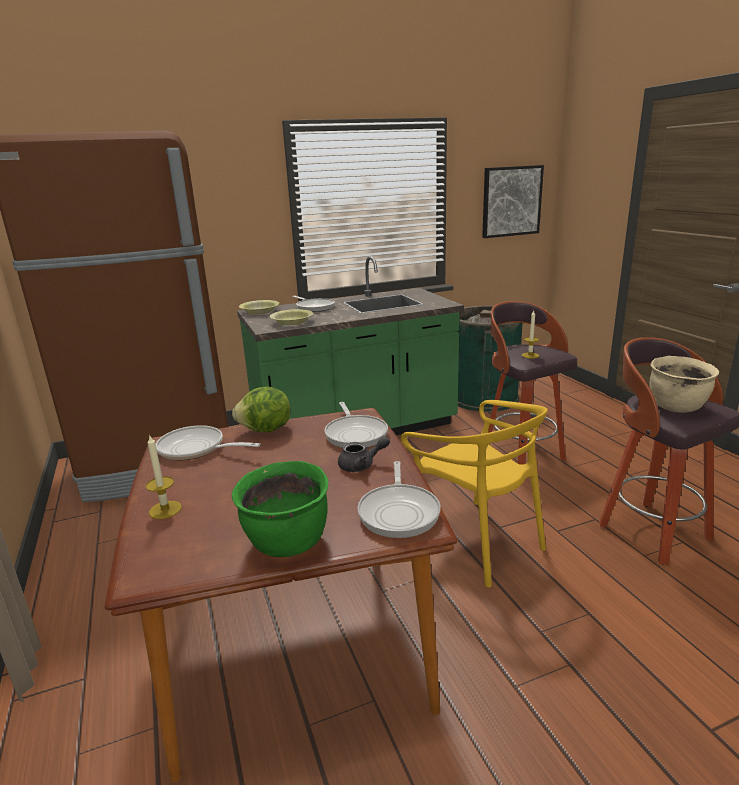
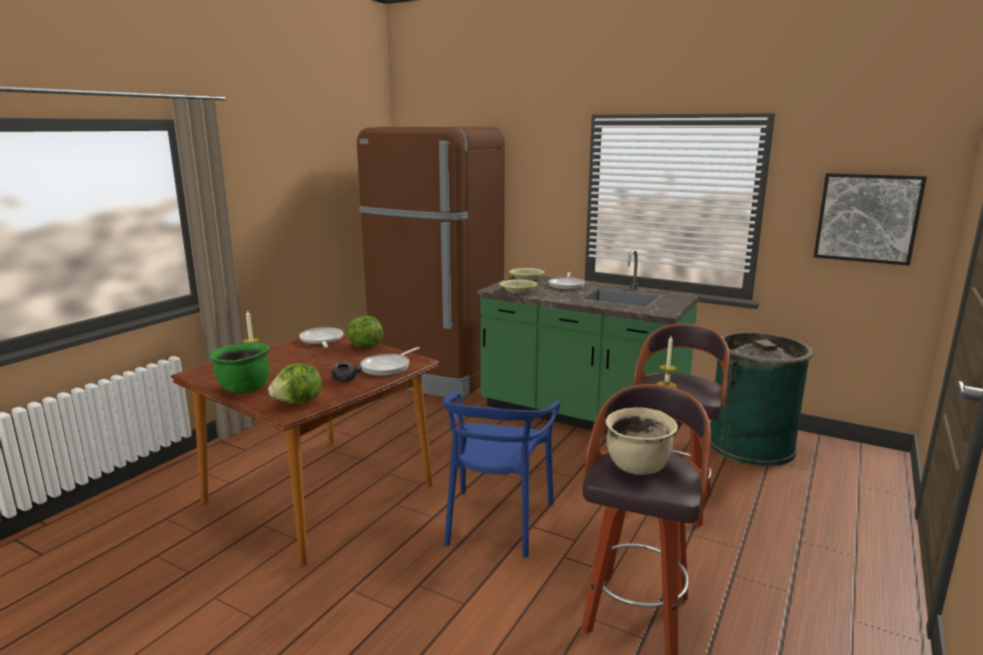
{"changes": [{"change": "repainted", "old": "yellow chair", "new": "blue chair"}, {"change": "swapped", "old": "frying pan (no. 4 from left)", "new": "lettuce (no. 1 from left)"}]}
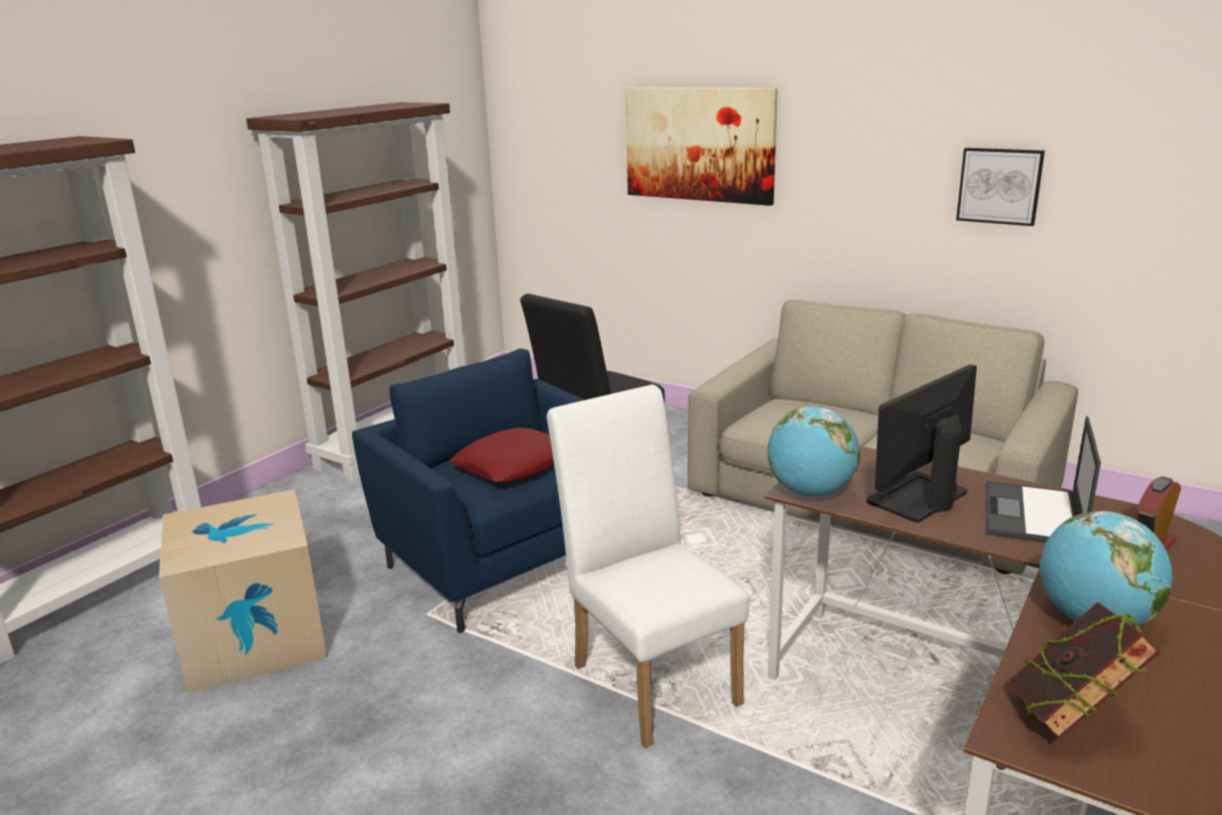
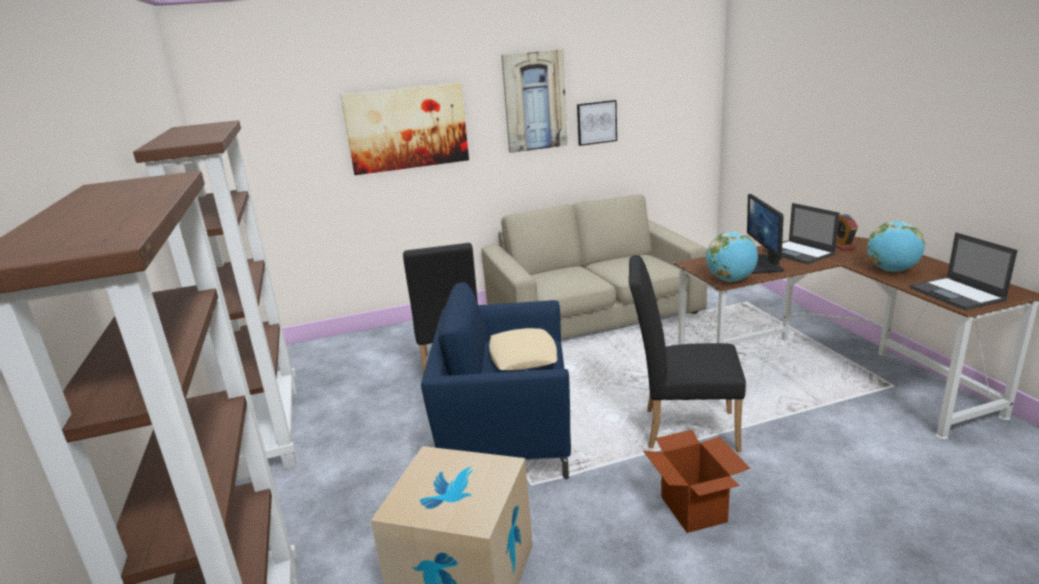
{"changes": [{"change": "repainted", "old": "white chair", "new": "black chair (no. 2 from left)"}, {"change": "repainted", "old": "red pillow", "new": "beige pillow"}, {"change": "swapped", "old": "book", "new": "laptop (no. 2 from left)"}, {"change": "new", "new": "picture (no. 2 from left)"}, {"change": "new", "new": "cardboard box (no. 2 from left)"}]}
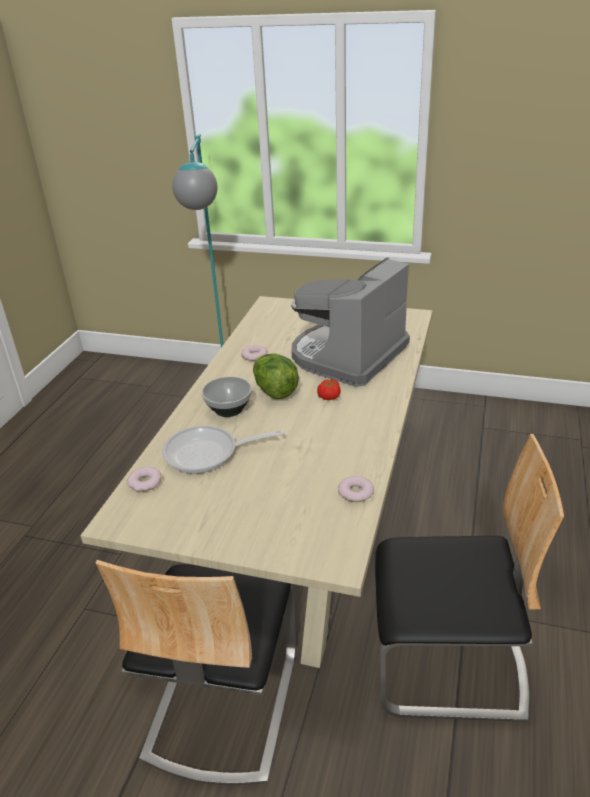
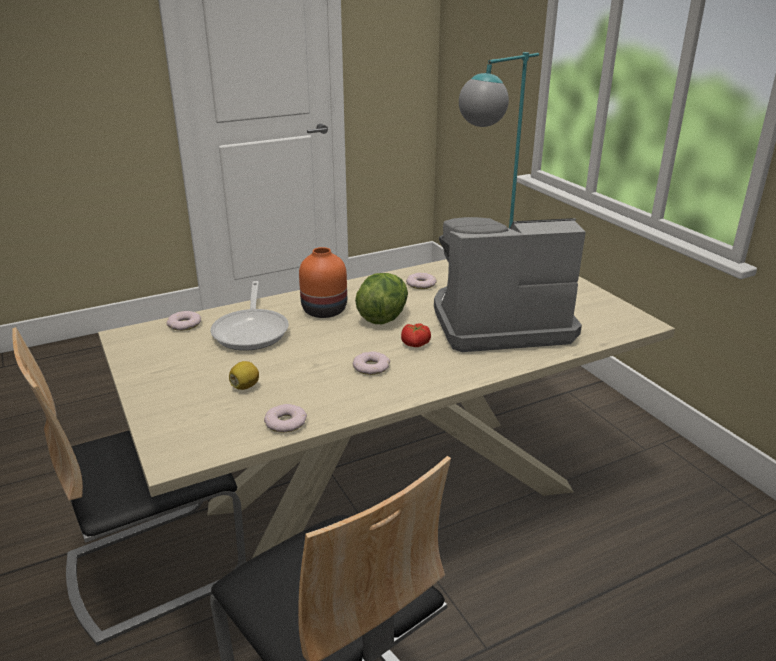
{"changes": [{"change": "swapped", "old": "bowl", "new": "orange vase"}, {"change": "rotated", "old": "frying pan", "degrees": -135}, {"change": "new", "new": "donut (no. 3 from left)"}, {"change": "new", "new": "lemon"}]}
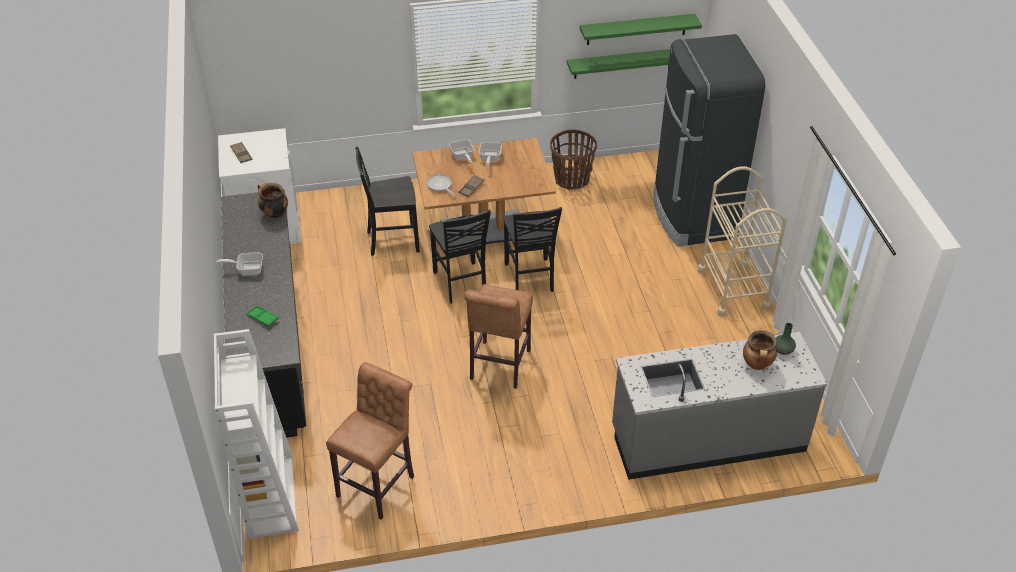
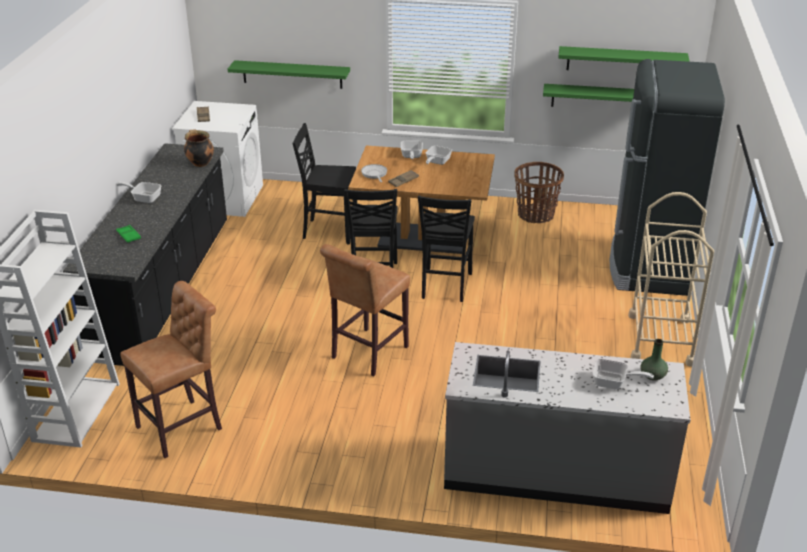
{"changes": [{"change": "swapped", "old": "cooking pot (no. 2 from left)", "new": "frying pan (no. 5 from left)"}, {"change": "new", "new": "green shelf (no. 1 from left)"}]}
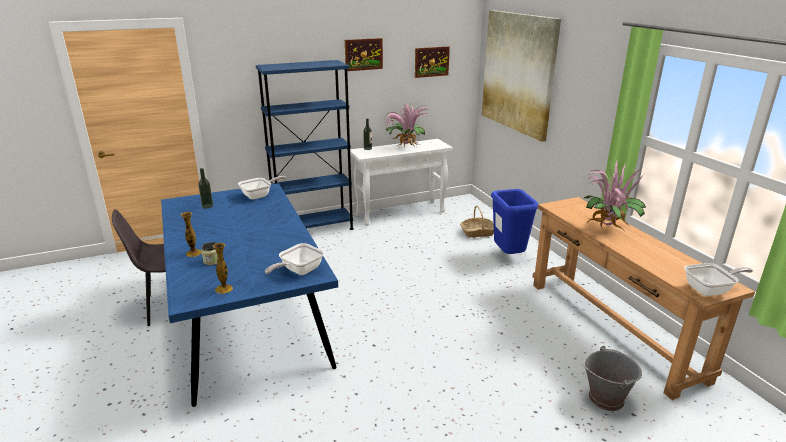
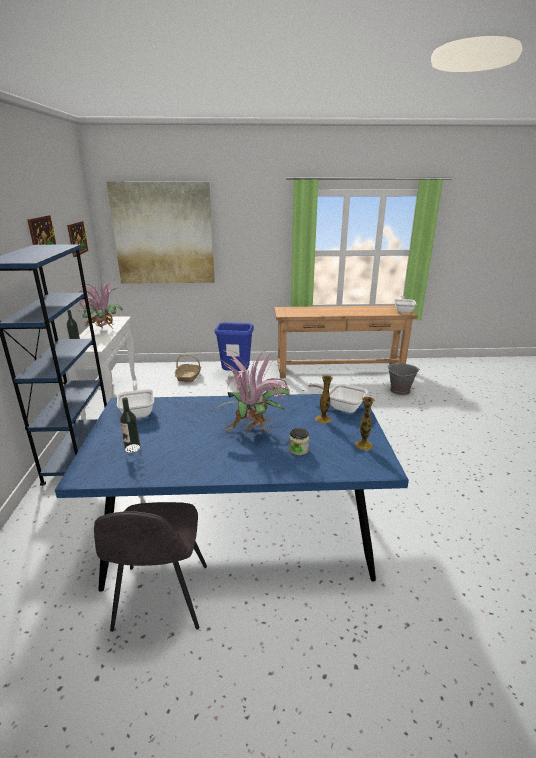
{"changes": [{"change": "shifted", "old": "potted plant (no. 2 from left)"}, {"change": "shifted", "old": "vase (no. 1 from left)"}, {"change": "rotated", "old": "frying pan (no. 2 from left)", "degrees": 150}]}
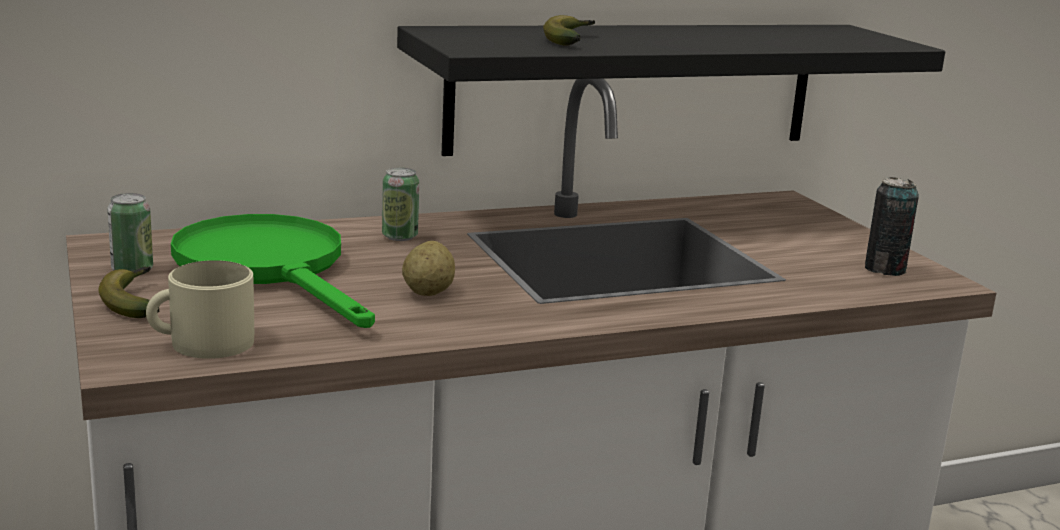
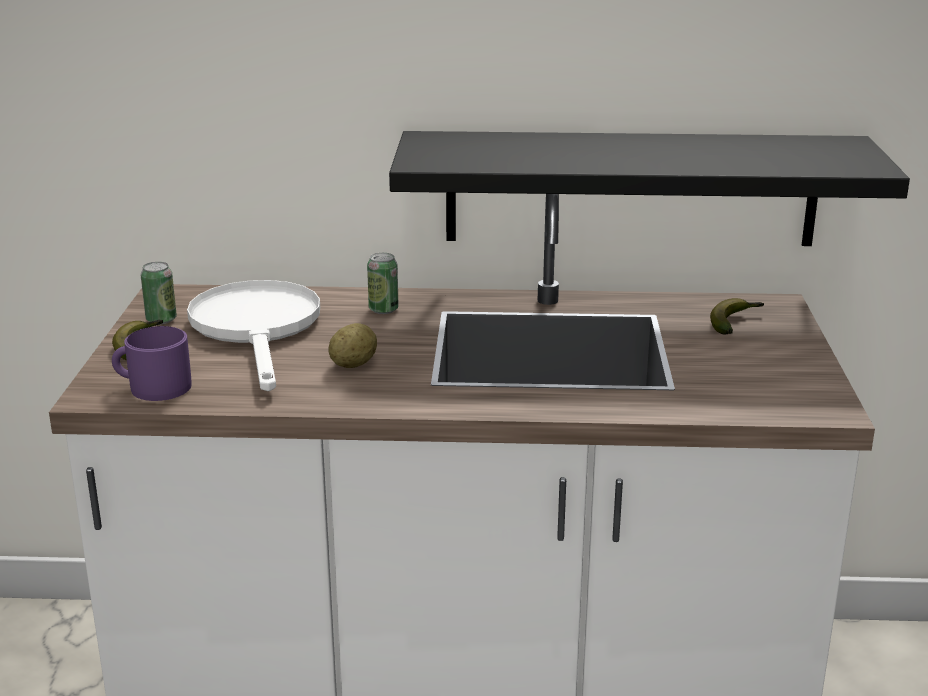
{"changes": [{"change": "shifted", "old": "banana (no. 2 from left)"}, {"change": "gone", "old": "can (no. 3 from left)"}, {"change": "repainted", "old": "green frying pan", "new": "white frying pan"}, {"change": "repainted", "old": "beige mug", "new": "purple mug"}]}
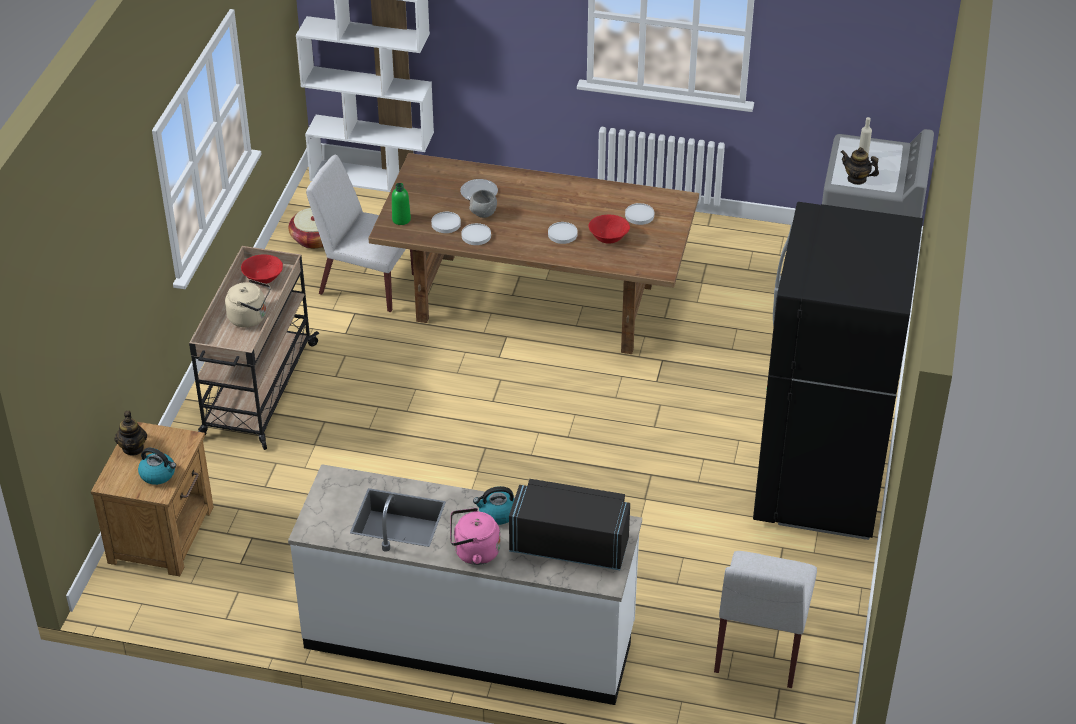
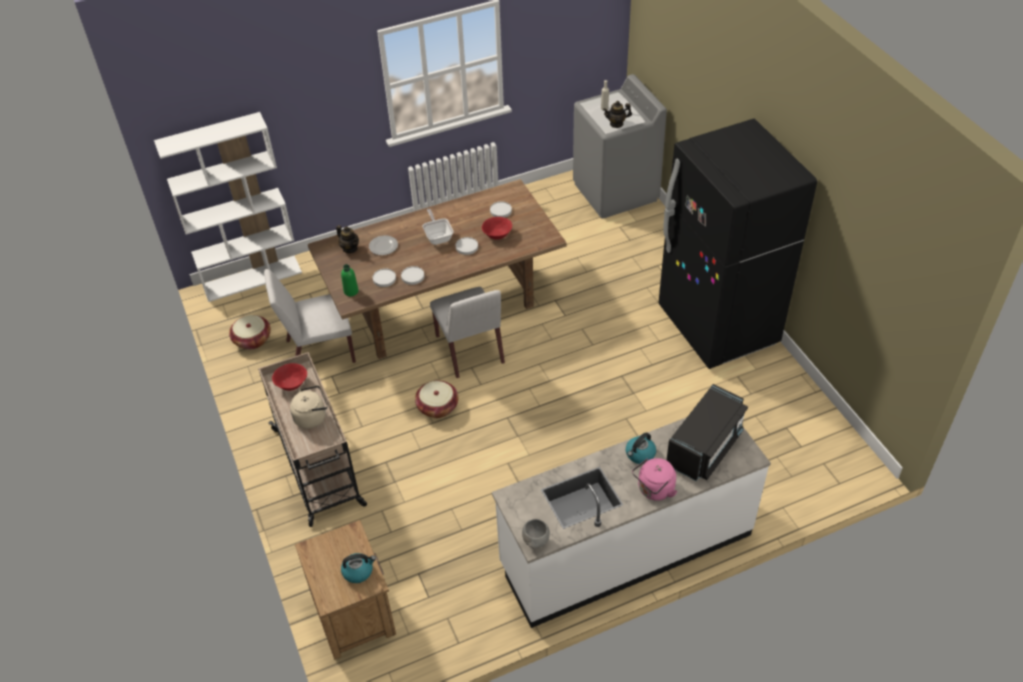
{"changes": [{"change": "shifted", "old": "grey bowl"}, {"change": "shifted", "old": "teapot (no. 1 from left)"}, {"change": "rotated", "old": "black microwave", "degrees": 150}, {"change": "shifted", "old": "white chair (no. 2 from left)"}, {"change": "new", "new": "frying pan"}, {"change": "new", "new": "basket (no. 2 from left)"}]}
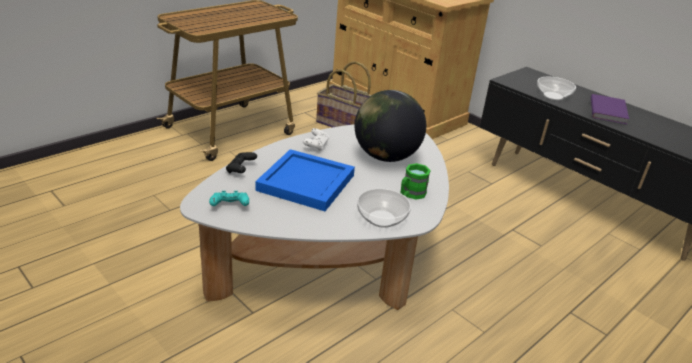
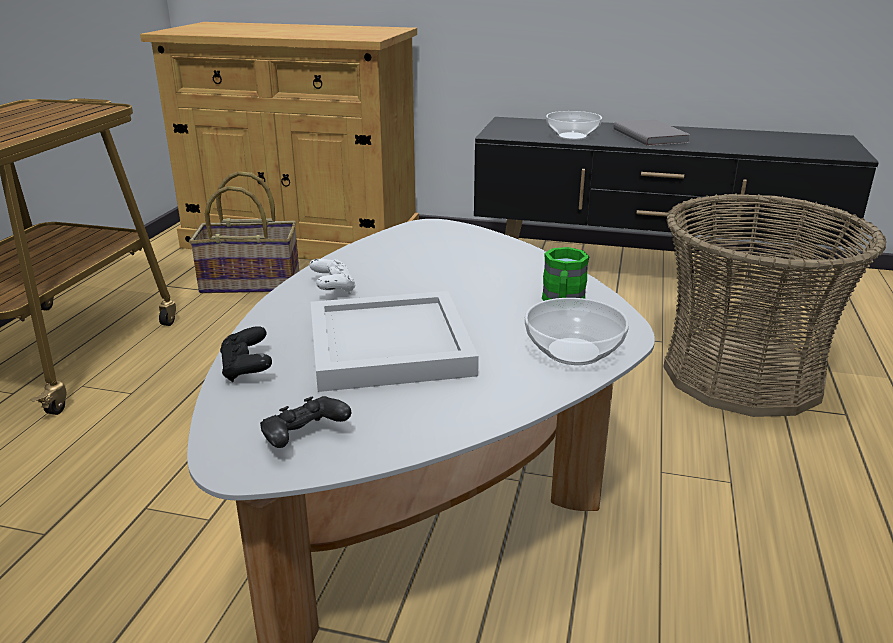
{"changes": [{"change": "gone", "old": "globe"}, {"change": "repainted", "old": "purple book", "new": "grey book"}, {"change": "repainted", "old": "blue tray", "new": "white tray"}, {"change": "repainted", "old": "turquoise game controller", "new": "black game controller (no. 2 from left)"}, {"change": "new", "new": "basket (no. 2 from left)"}]}
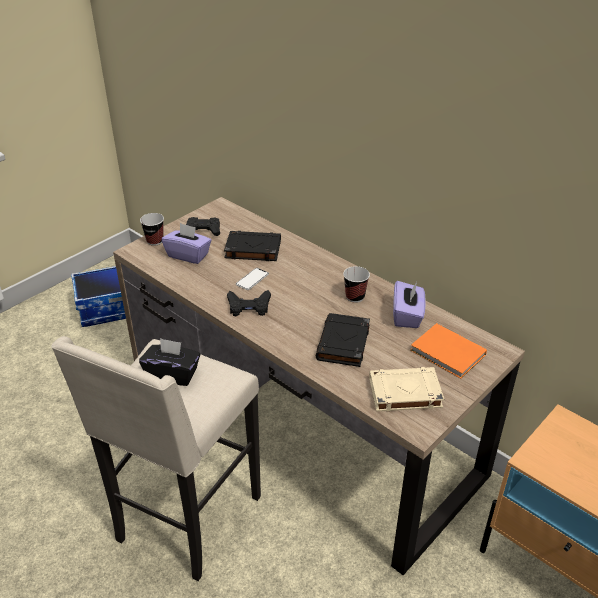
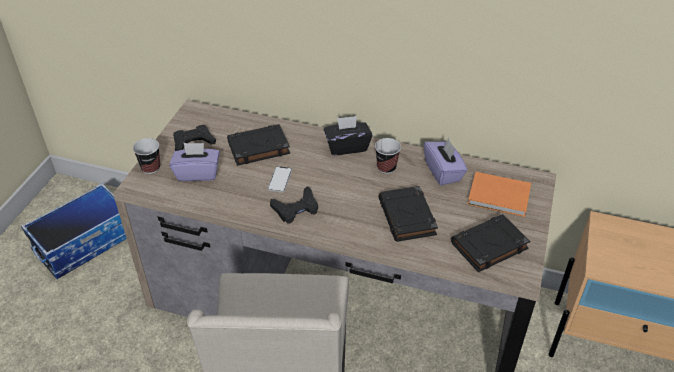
{"changes": [{"change": "shifted", "old": "black tissue box"}, {"change": "repainted", "old": "beige book", "new": "black book (no. 3 from left)"}]}
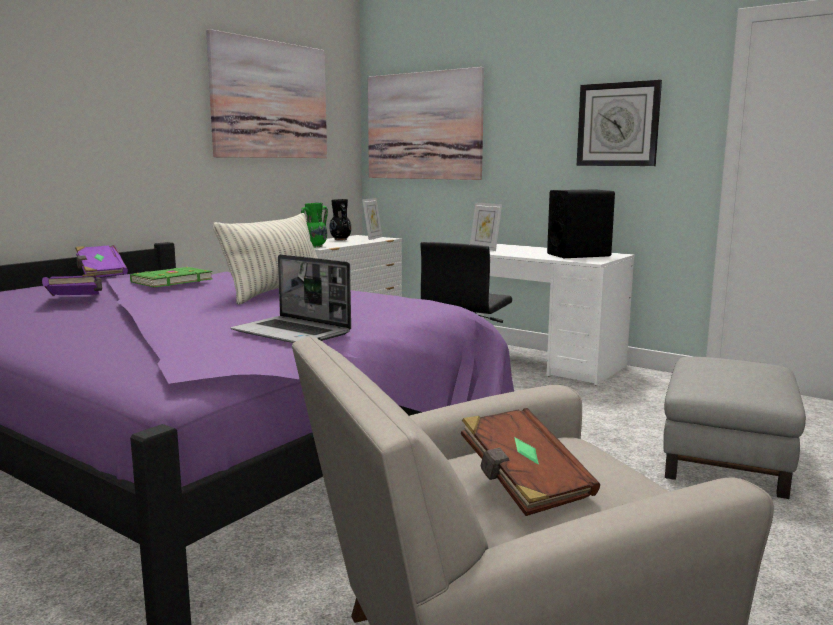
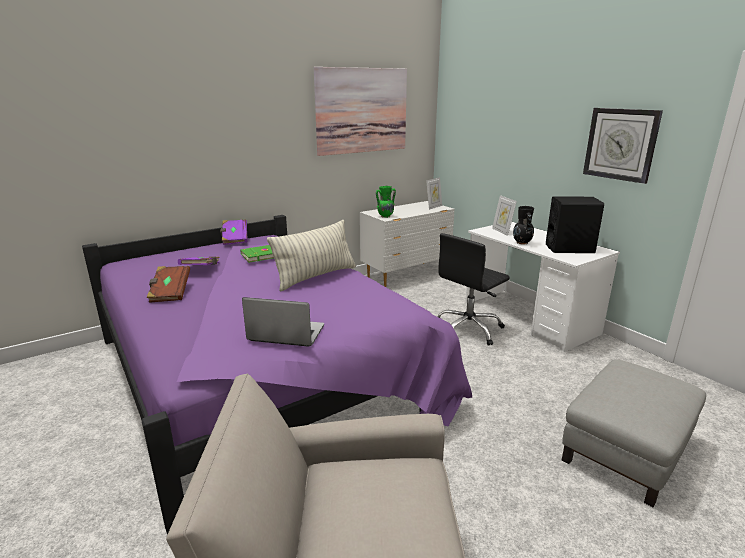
{"changes": [{"change": "gone", "old": "picture (no. 2 from left)"}, {"change": "shifted", "old": "black vase"}, {"change": "rotated", "old": "laptop", "degrees": 135}, {"change": "shifted", "old": "brown book"}]}
